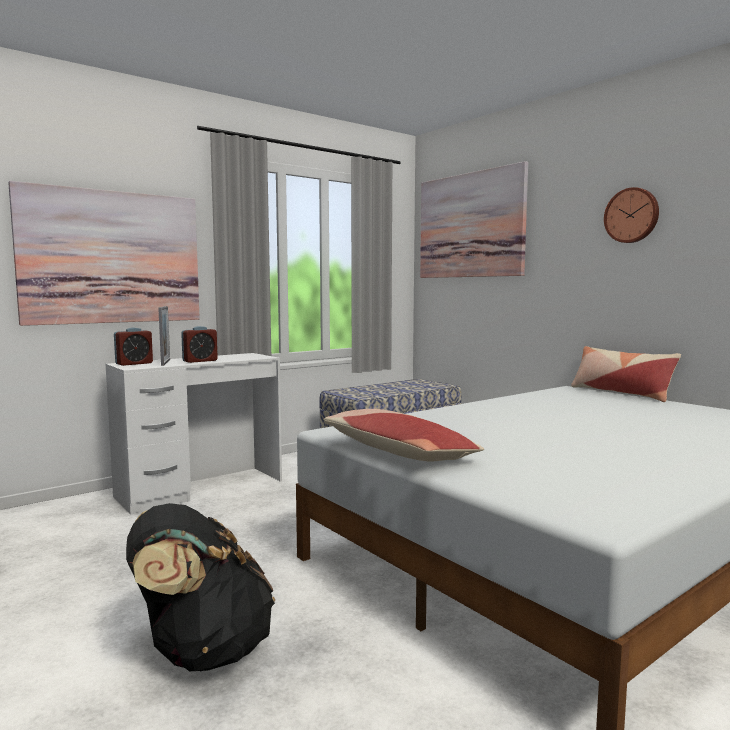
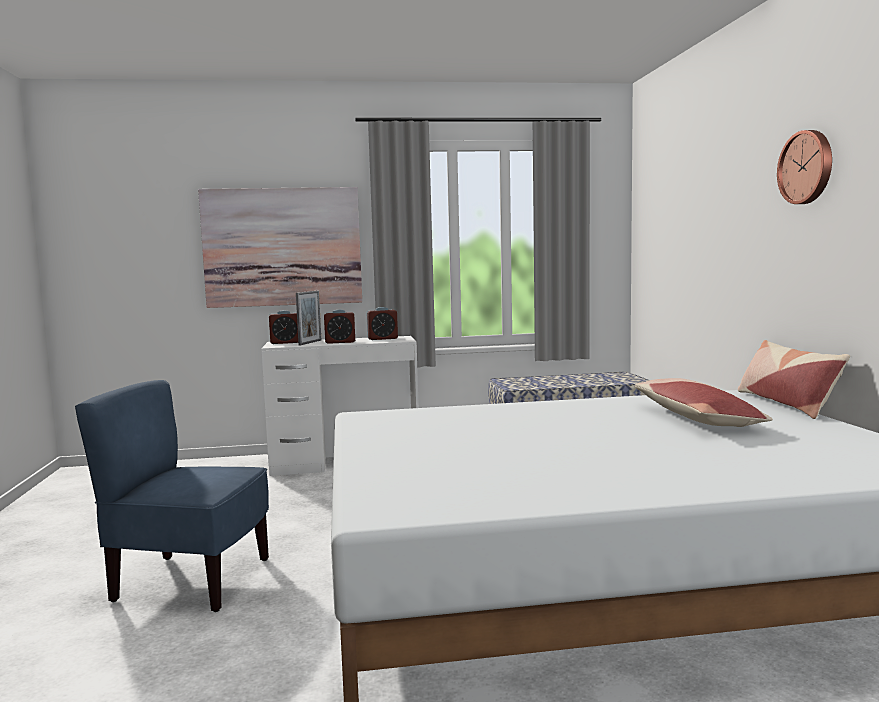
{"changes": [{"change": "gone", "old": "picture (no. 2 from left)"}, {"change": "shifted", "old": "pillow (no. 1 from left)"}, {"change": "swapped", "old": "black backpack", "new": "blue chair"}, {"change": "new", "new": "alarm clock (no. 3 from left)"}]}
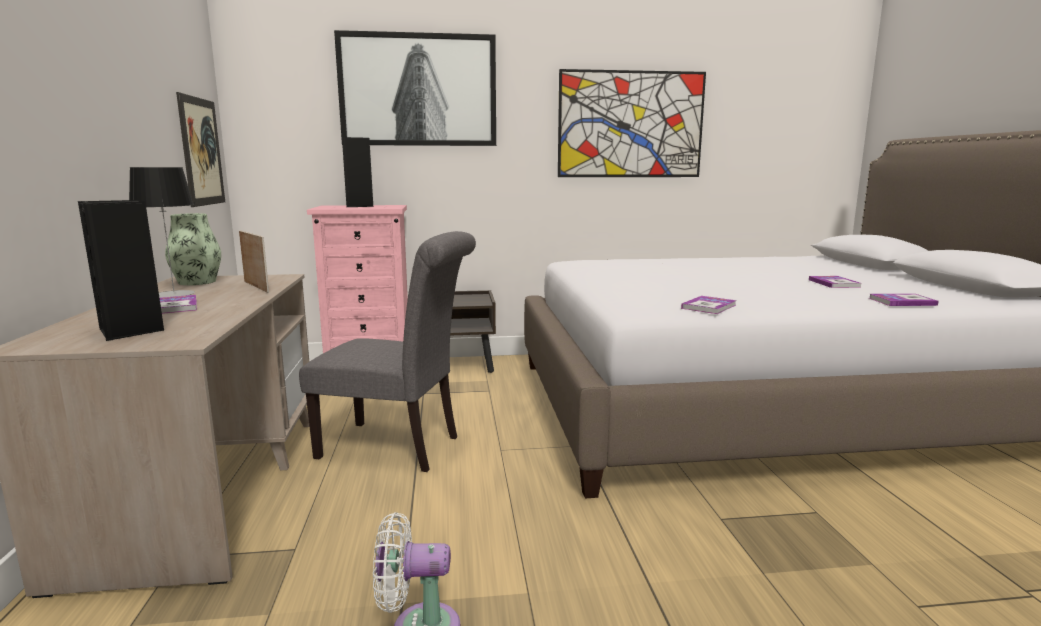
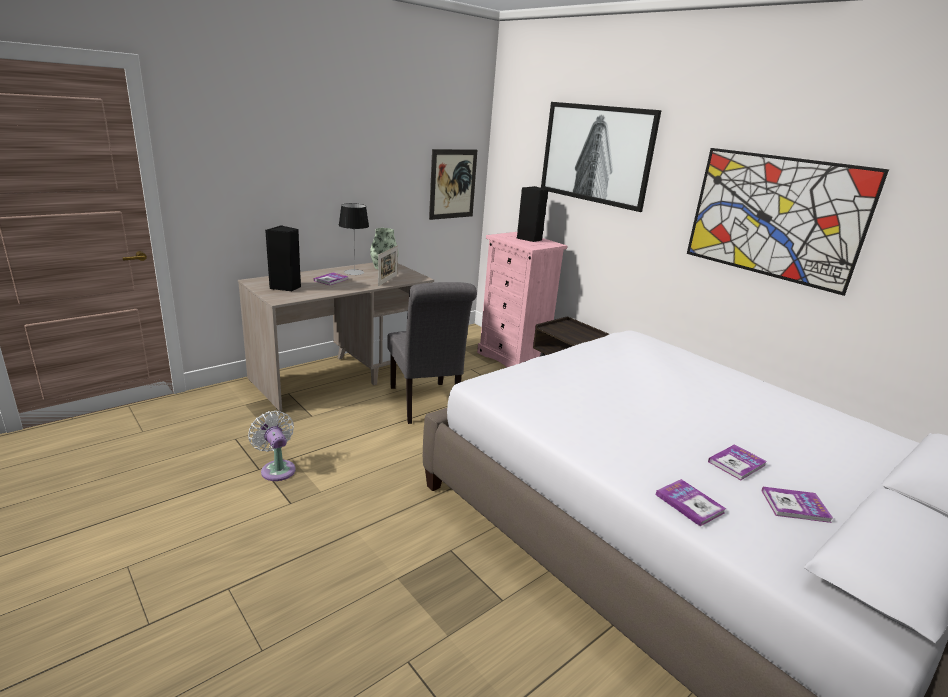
{"changes": [{"change": "shifted", "old": "book (no. 2 from left in the first image)", "new": "book (no. 4 from left)"}]}
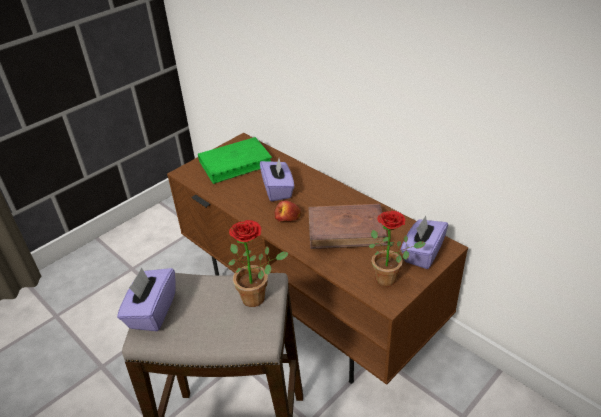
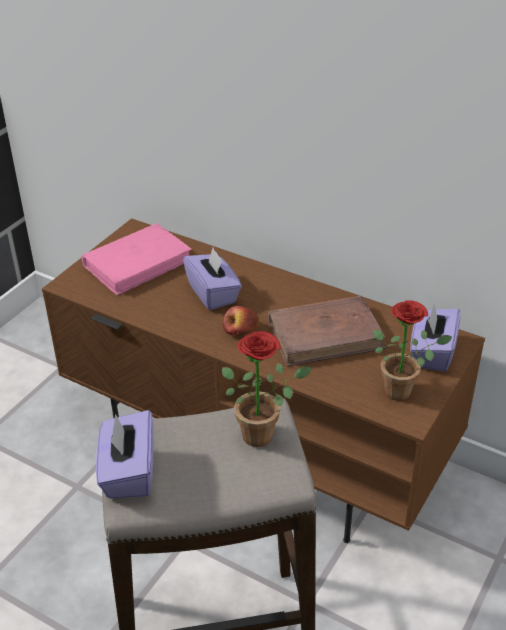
{"changes": [{"change": "repainted", "old": "green book", "new": "pink book"}]}
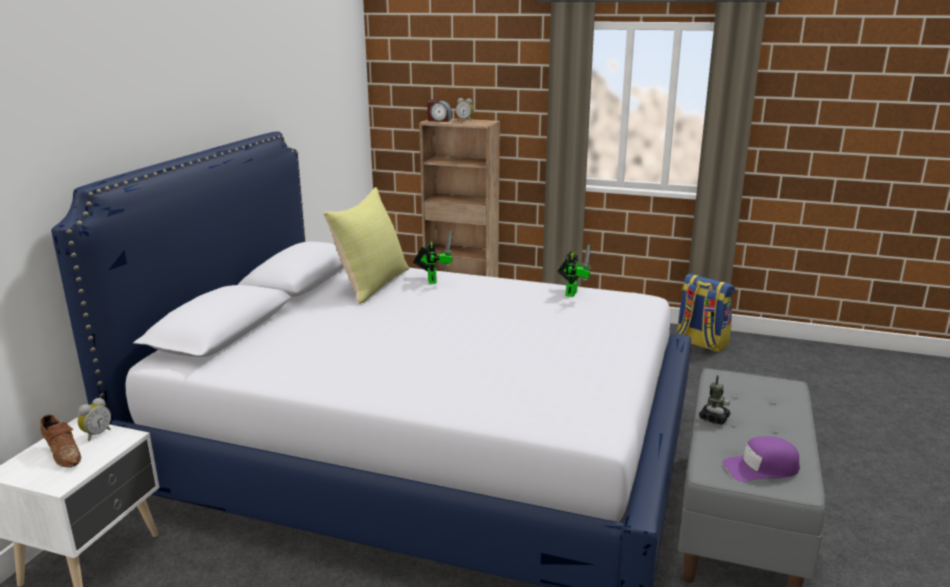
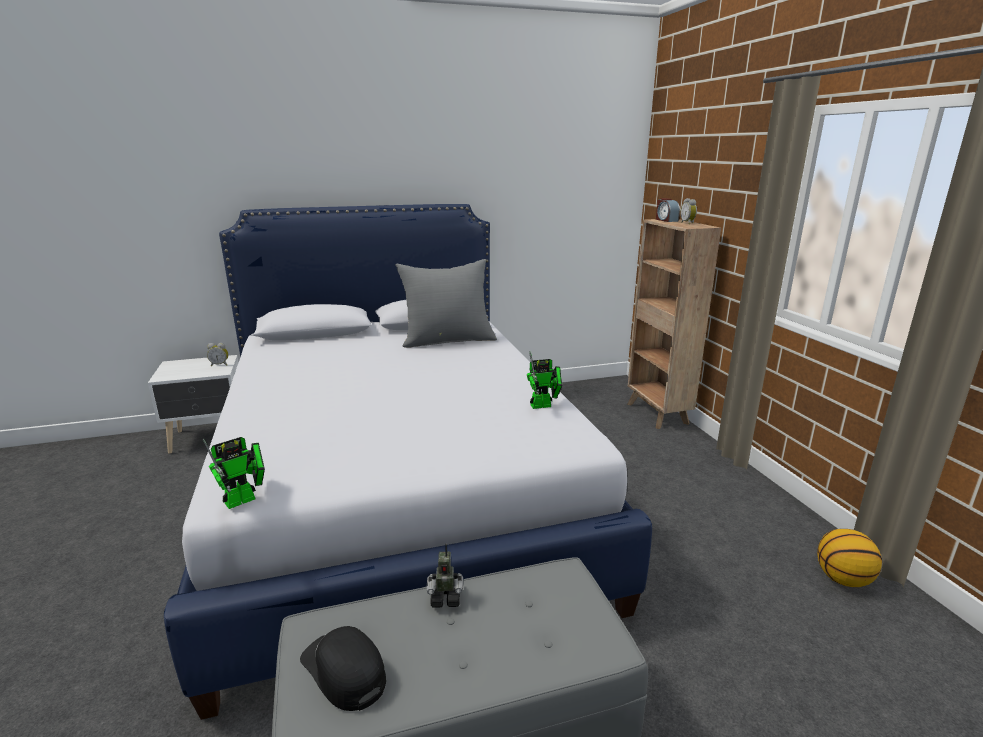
{"changes": [{"change": "repainted", "old": "yellow pillow", "new": "grey pillow"}, {"change": "shifted", "old": "toy robot (no. 1 from left)"}, {"change": "swapped", "old": "backpack", "new": "basketball"}, {"change": "gone", "old": "brown shoe"}, {"change": "repainted", "old": "purple cap", "new": "black cap"}]}
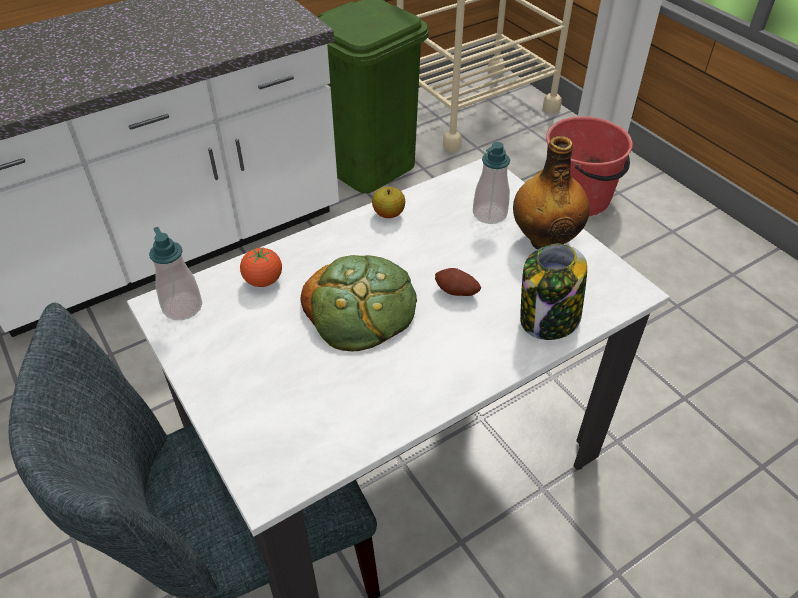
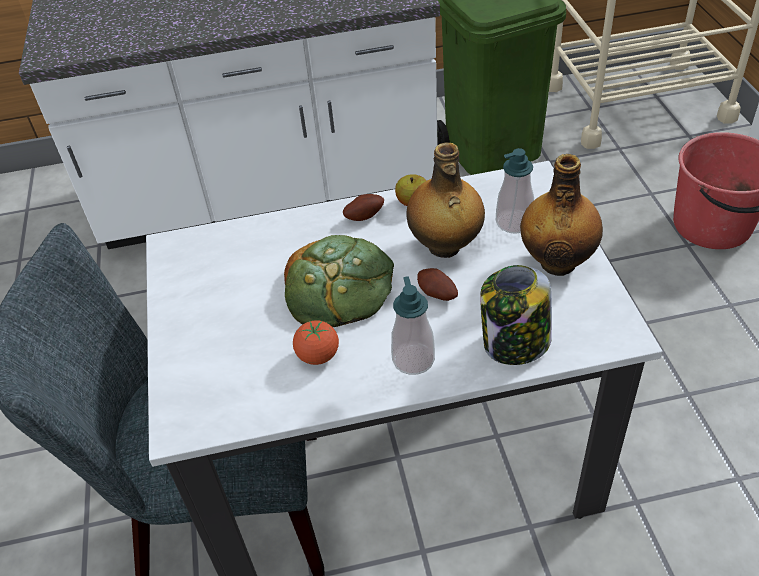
{"changes": [{"change": "shifted", "old": "soap dispenser (no. 1 from left)"}, {"change": "shifted", "old": "tomato"}, {"change": "new", "new": "bottle (no. 1 from left)"}, {"change": "new", "new": "potato (no. 1 from left)"}]}
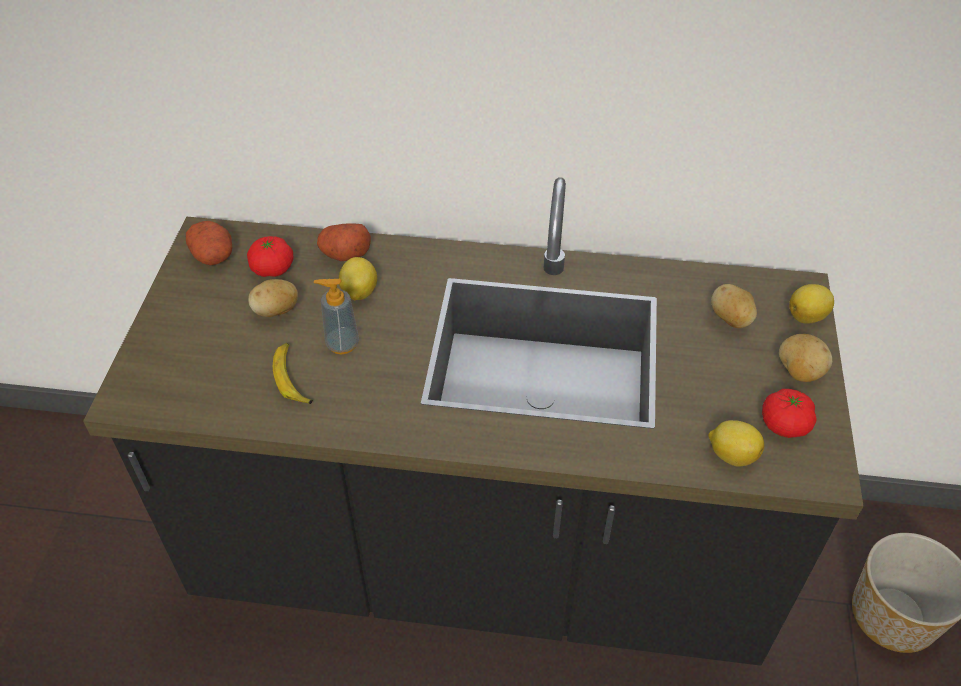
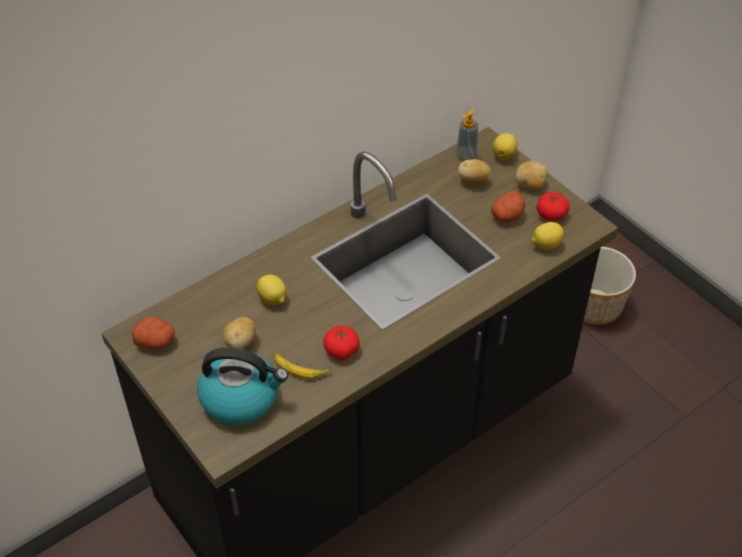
{"changes": [{"change": "shifted", "old": "potato (no. 3 from left in the first image)", "new": "potato (no. 4 from left)"}, {"change": "shifted", "old": "tomato (no. 1 from left)"}, {"change": "shifted", "old": "soap dispenser"}, {"change": "new", "new": "kettle"}]}
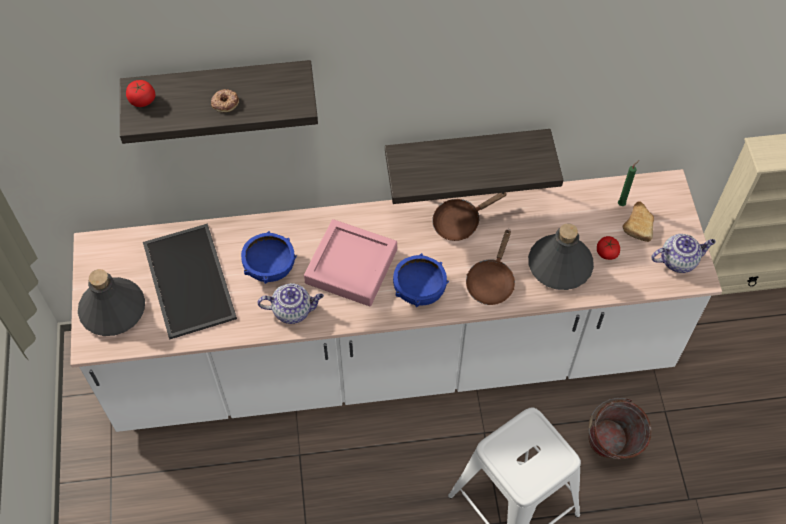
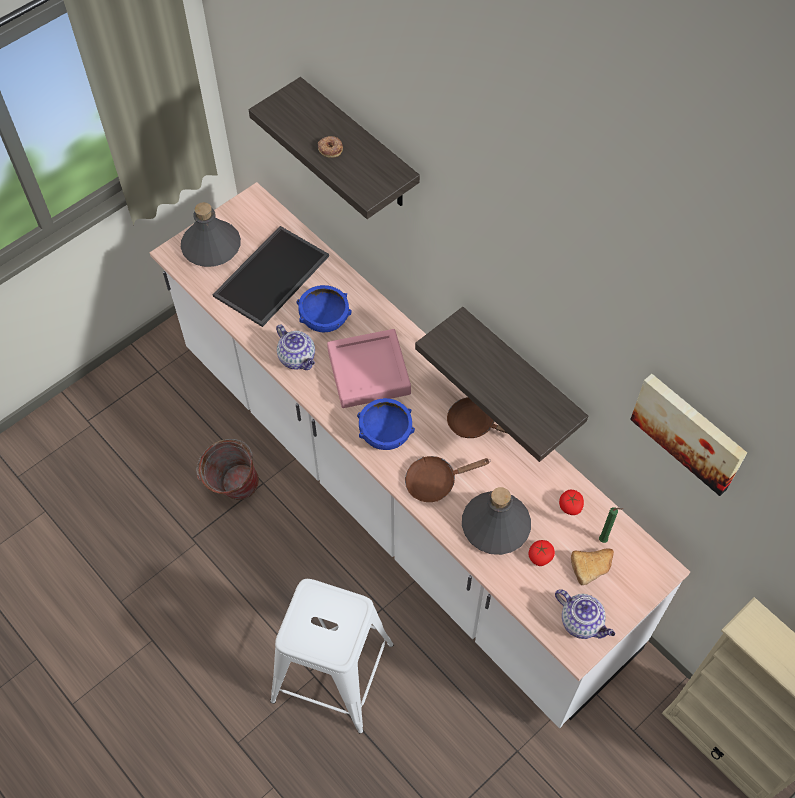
{"changes": [{"change": "shifted", "old": "tomato (no. 1 from left in the first image)", "new": "tomato (no. 2 from left)"}, {"change": "shifted", "old": "bucket"}, {"change": "new", "new": "picture"}]}
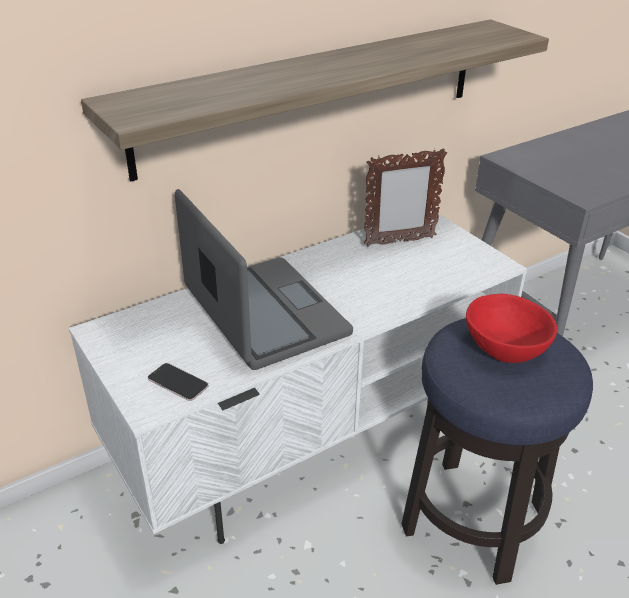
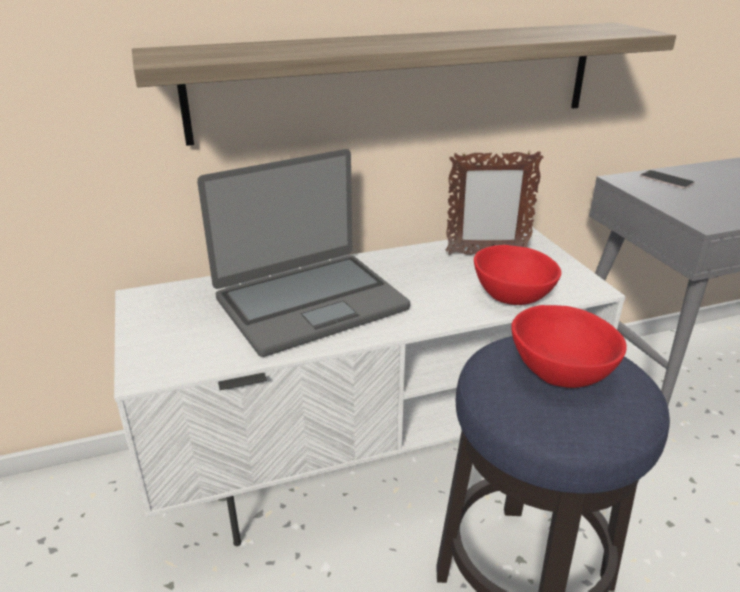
{"changes": [{"change": "rotated", "old": "laptop", "degrees": 75}, {"change": "shifted", "old": "phone"}, {"change": "new", "new": "red bowl (no. 1 from left)"}]}
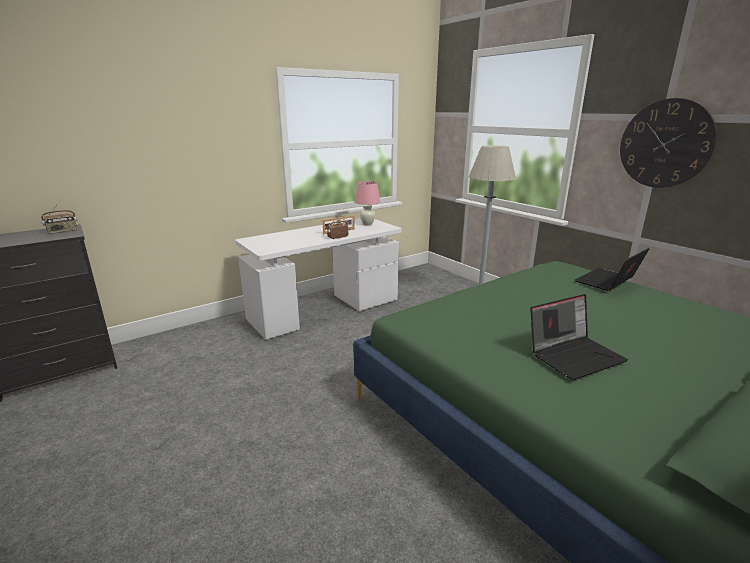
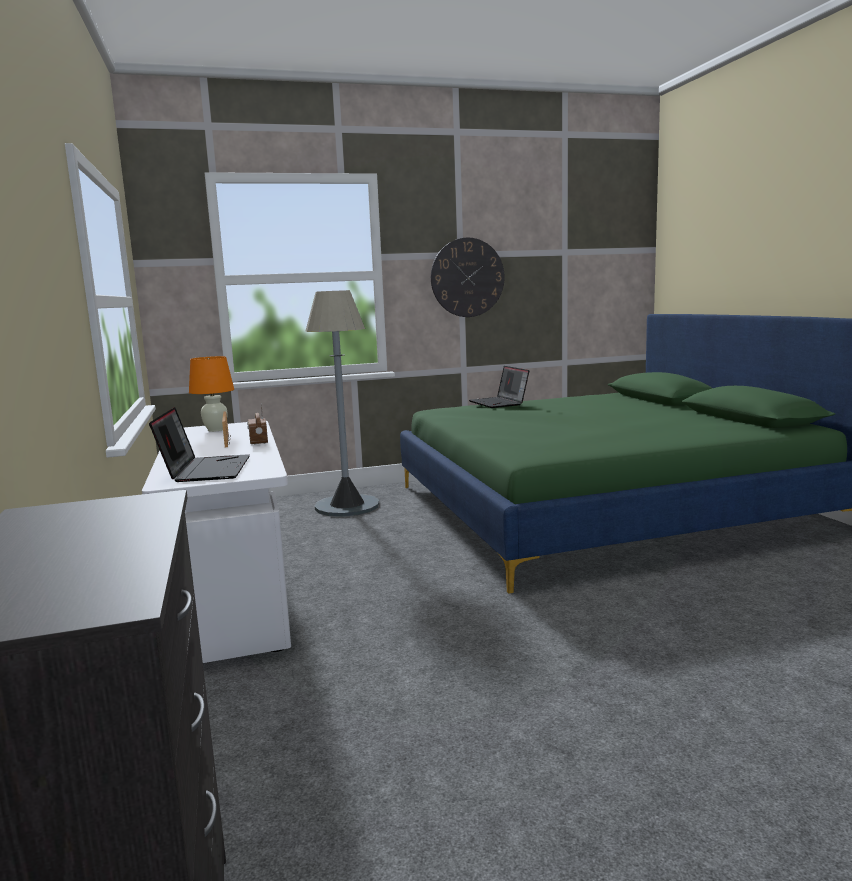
{"changes": [{"change": "repainted", "old": "pink table lamp", "new": "orange table lamp"}, {"change": "gone", "old": "radio (no. 1 from left)"}, {"change": "shifted", "old": "laptop (no. 1 from left)"}]}
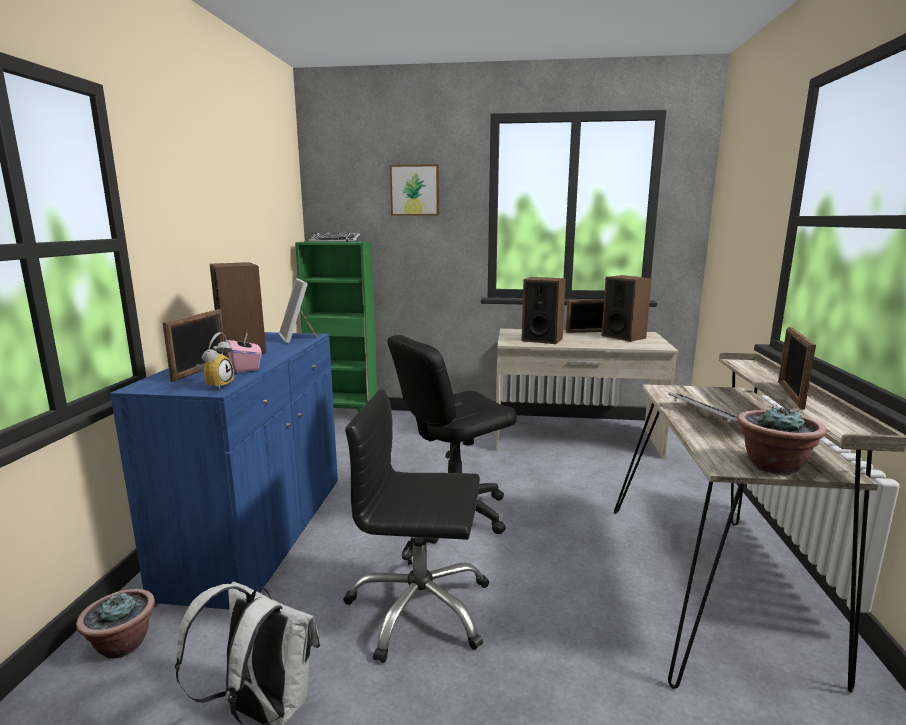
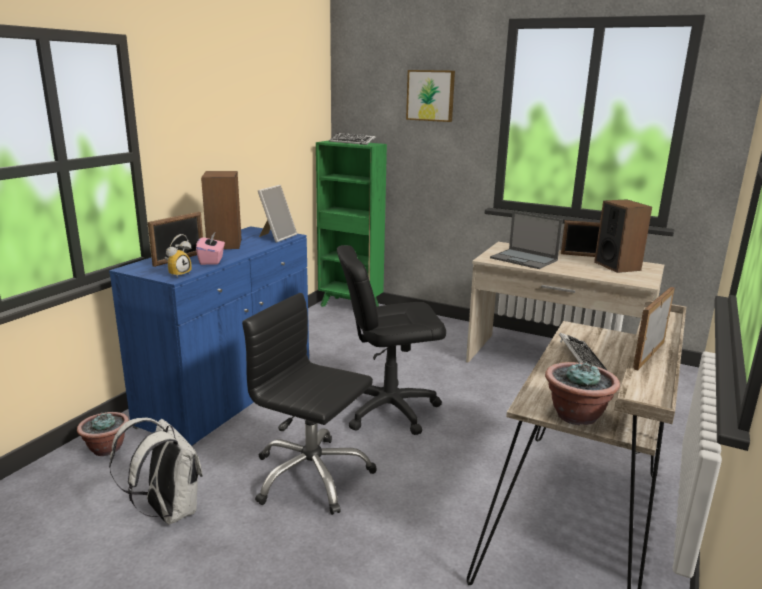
{"changes": [{"change": "swapped", "old": "speaker (no. 2 from left)", "new": "laptop"}, {"change": "rotated", "old": "picture frame (no. 2 from left)", "degrees": -150}]}
